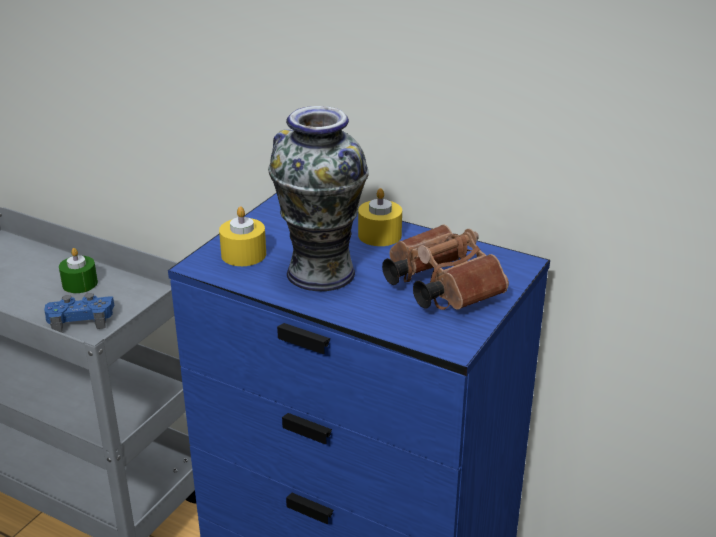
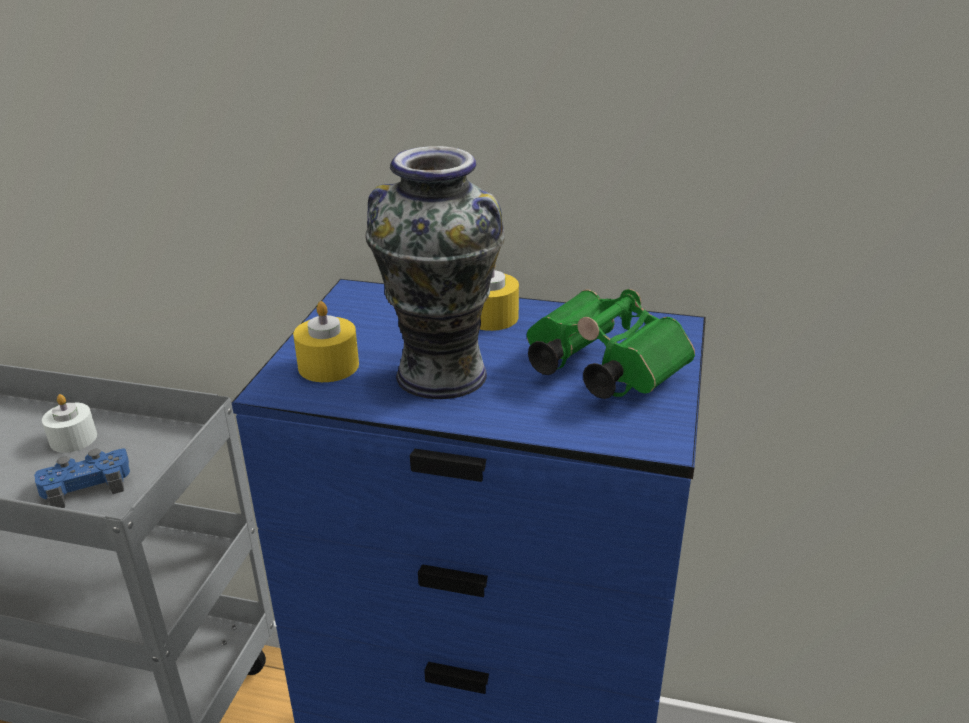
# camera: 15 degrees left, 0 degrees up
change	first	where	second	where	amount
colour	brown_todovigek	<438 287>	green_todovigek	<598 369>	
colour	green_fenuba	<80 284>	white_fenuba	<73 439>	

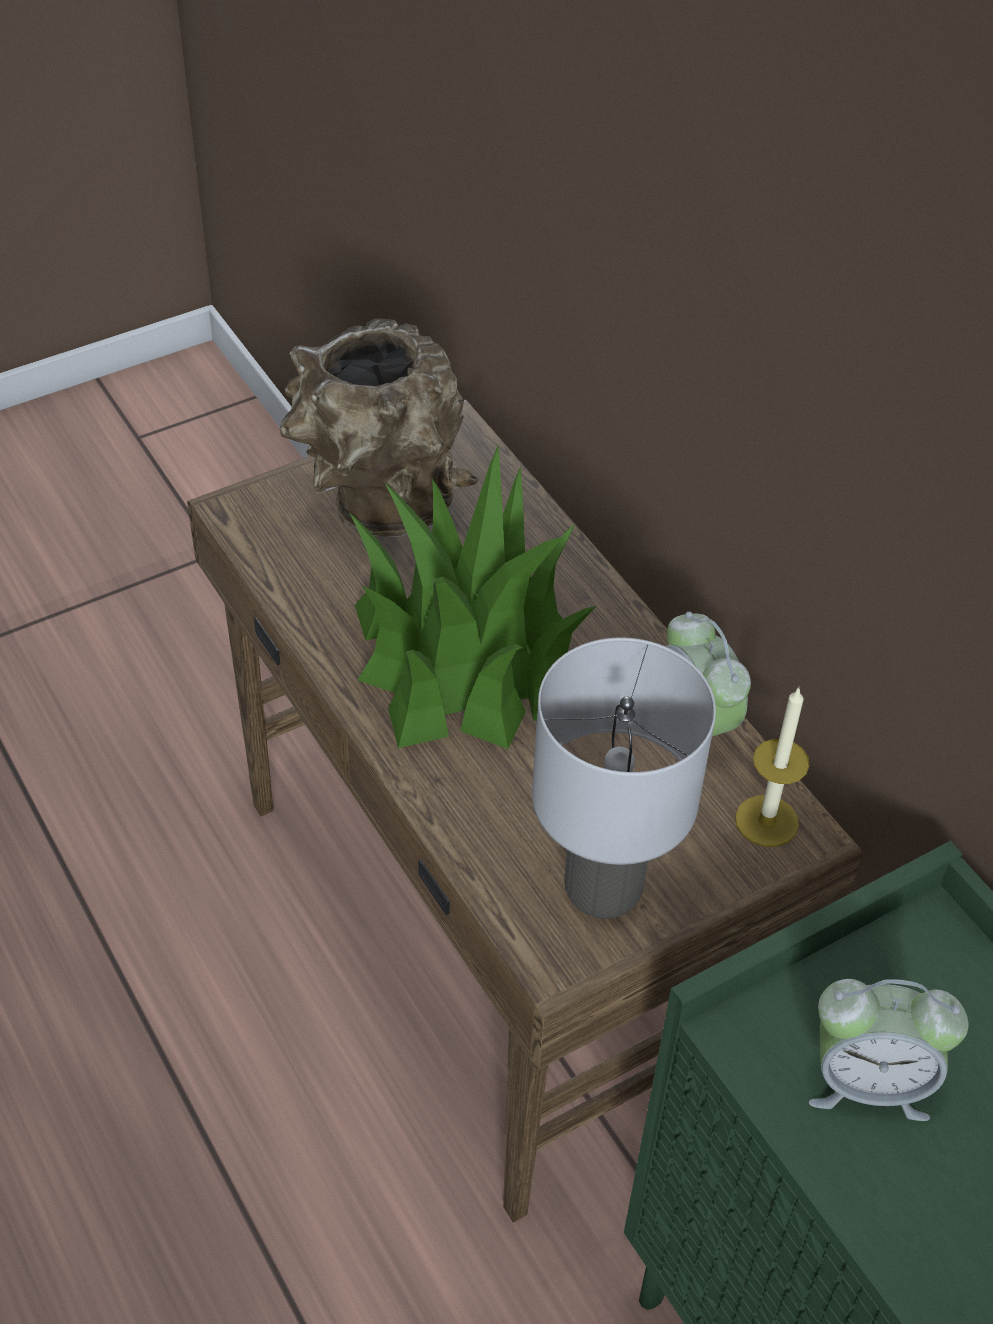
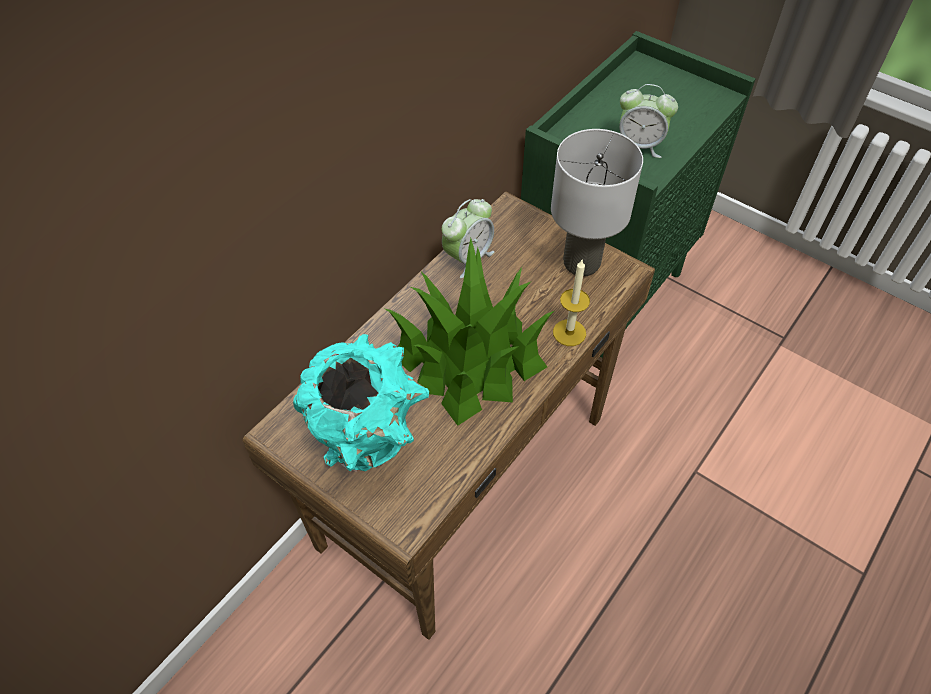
# camera: 110 degrees left, 5 degrees up
change	first	where	second	where	amount
colour	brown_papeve	<377 507>	turquoise_papeve	<369 446>	
relocated	fenuba	<766 821>		<569 332>	
spun	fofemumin	<868 1082>		<639 145>	120 degrees clockwise

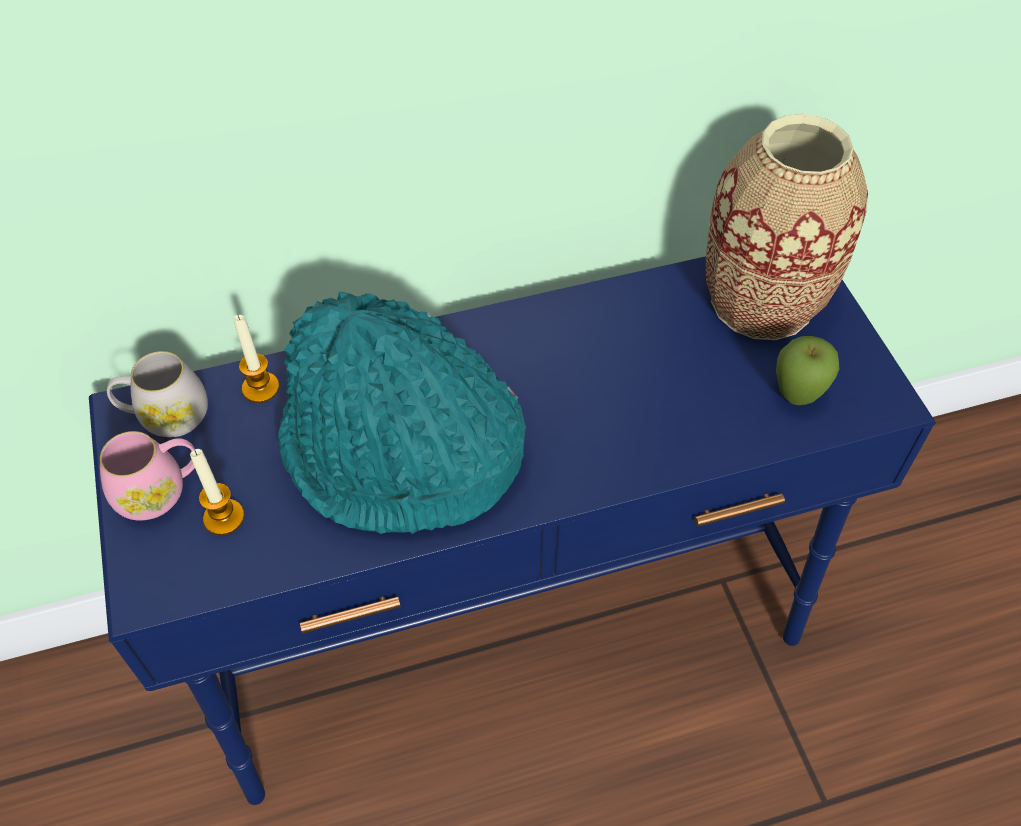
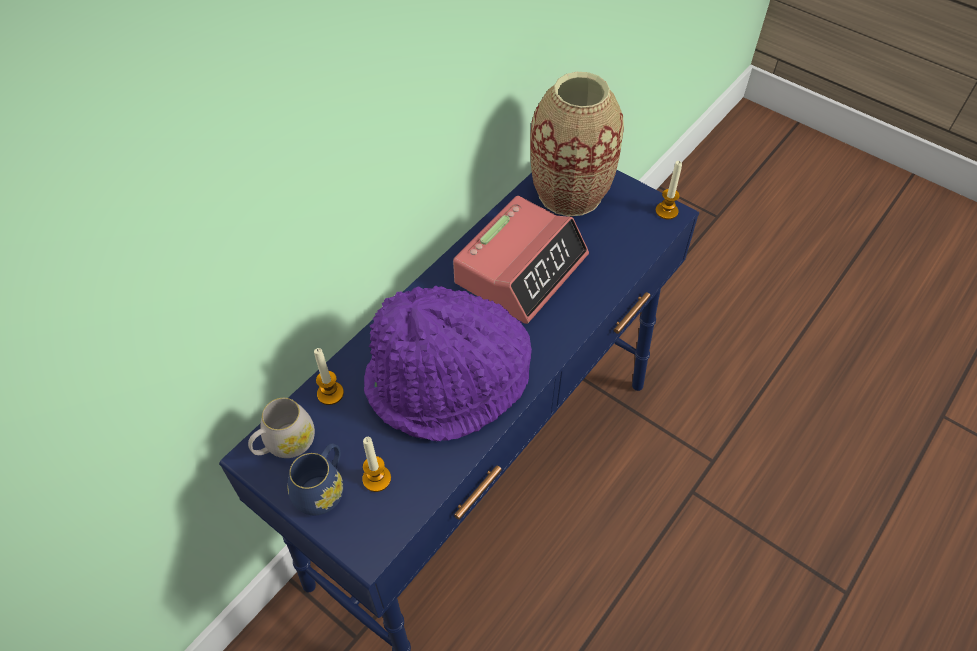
# camera: 35 degrees left, 0 degrees up
change	first	where	second	where	amount
colour	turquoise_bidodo	<400 455>	purple_bidodo	<448 383>	
missing	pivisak	<796 397>			
colour	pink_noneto	<160 491>	blue_noneto	<323 488>	
appeared			fenuba	<666 211>	
appeared			fofemumin	<521 269>	

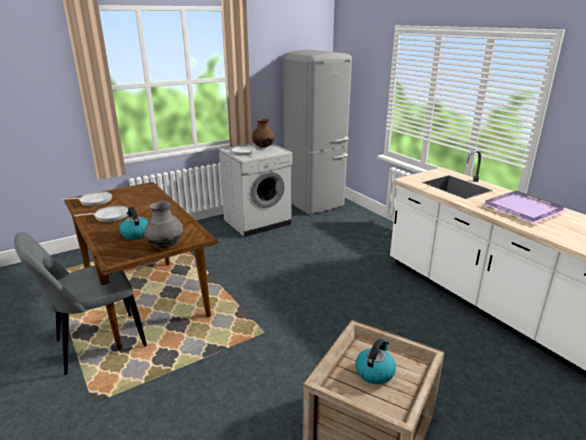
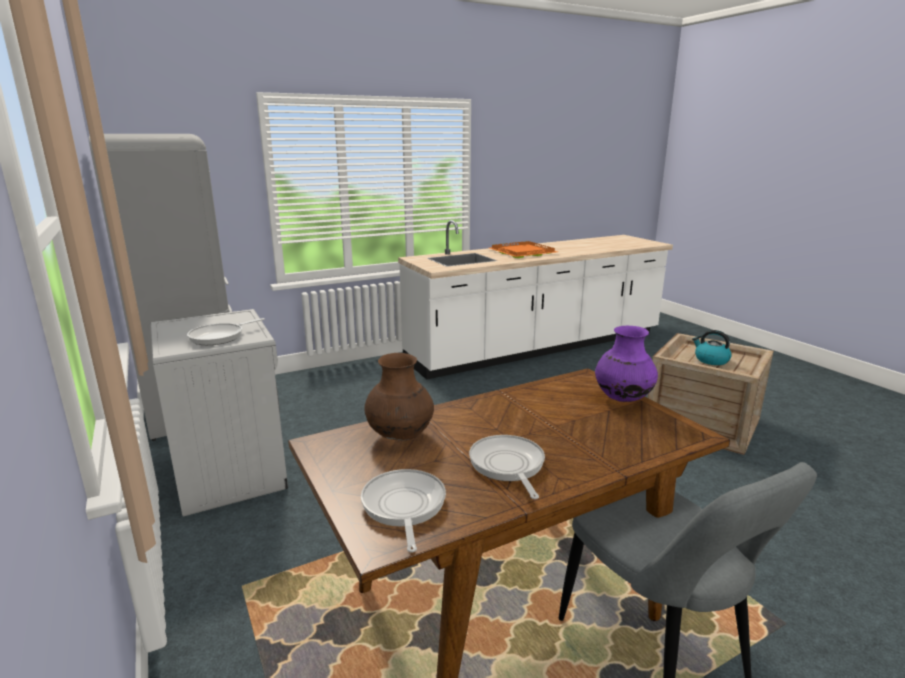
# camera: 85 degrees left, 5 degrees down
change	first	where	second	where	amount
relocated	brown_papeve	<263 147>		<400 436>	
colour	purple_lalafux	<521 209>	orange_lalafux	<522 252>	
colour	grey_papeve	<166 245>	purple_papeve	<622 398>	
missing	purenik	<135 234>			

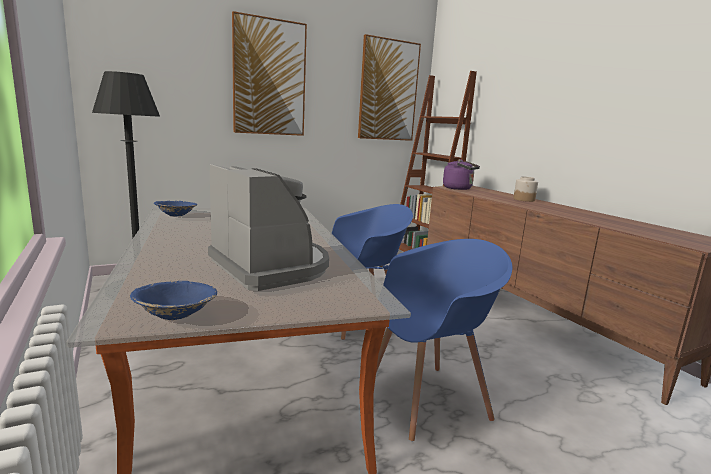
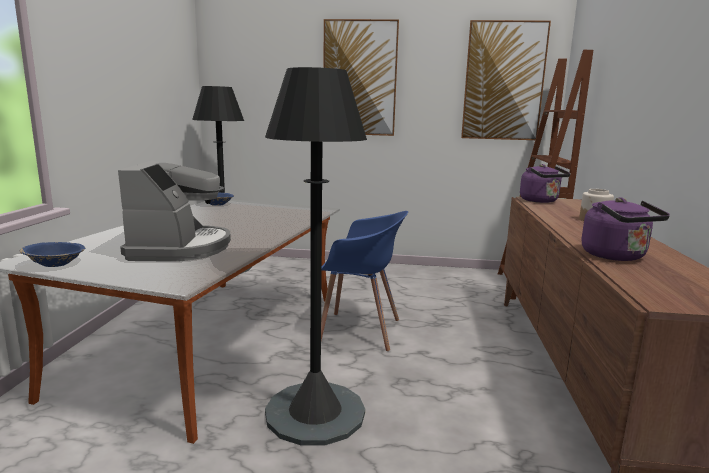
# camera: 35 degrees right, 0 degrees up
change	first	where	second	where	amount
exchanged	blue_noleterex	<428 401>	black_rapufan	<315 413>	
appeared			purple_purenik	<616 256>	

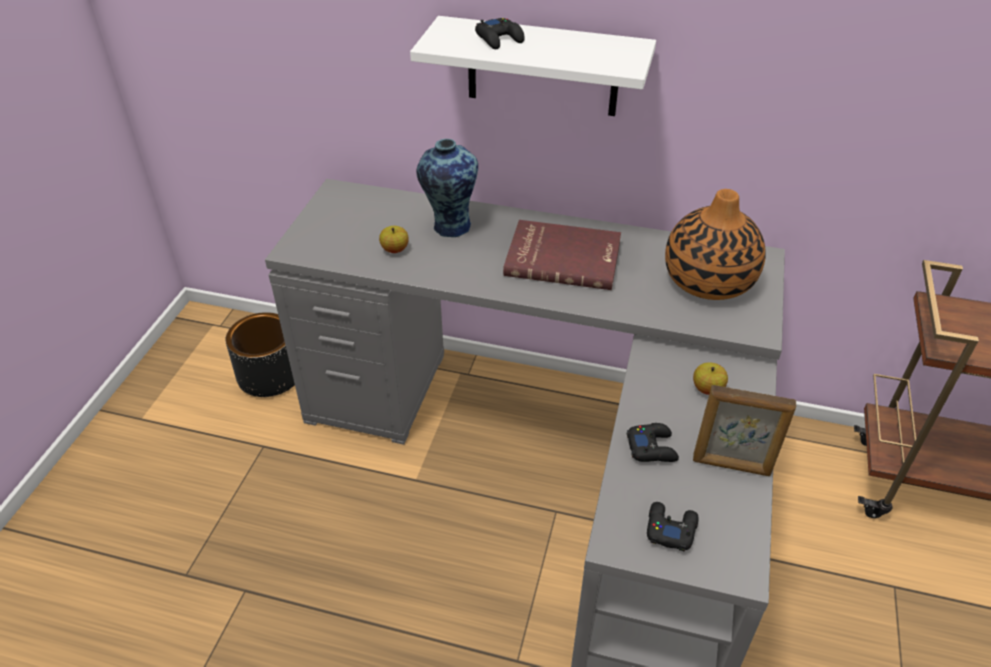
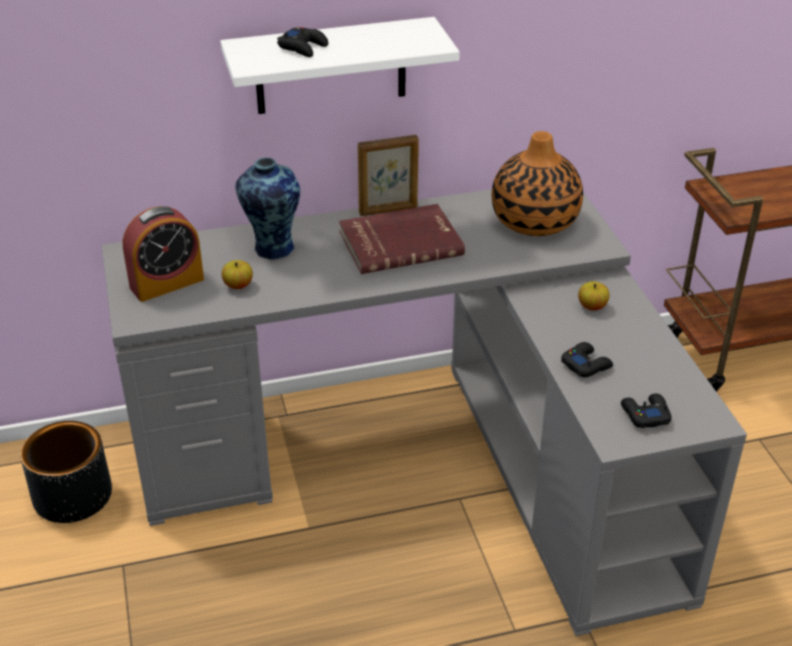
# camera: 30 degrees left, 5 degrees down
change	first	where	second	where	amount
relocated	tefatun	<731 466>		<388 210>	
appeared			fofemumin	<167 283>	

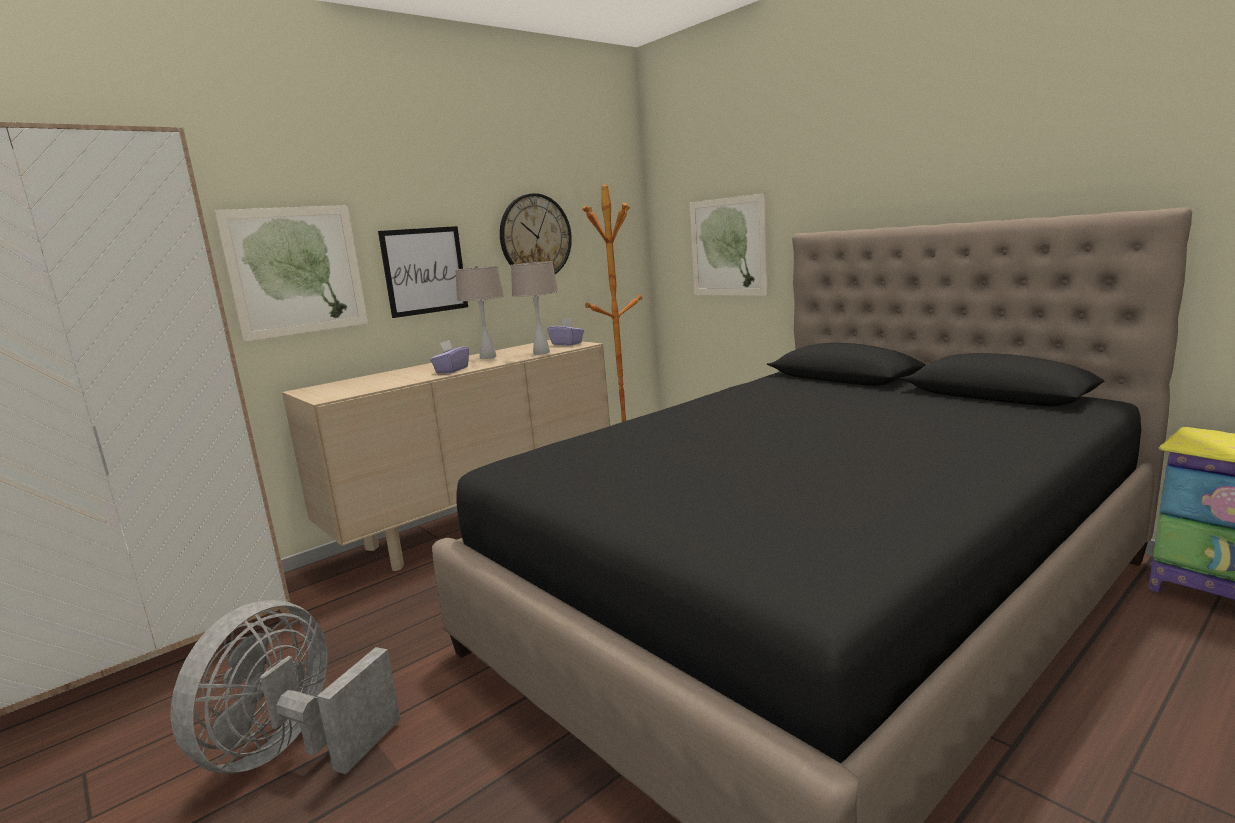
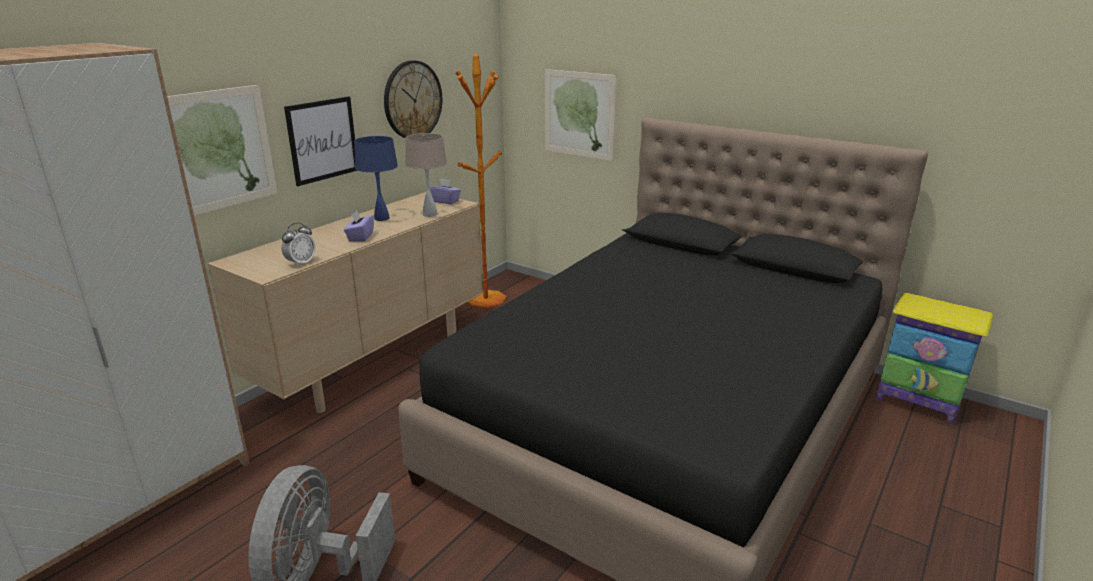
# camera: 15 degrees left, 10 degrees up
change	first	where	second	where	amount
colour	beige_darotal	<488 357>	blue_darotal	<382 218>	
appeared			fofemumin	<301 263>	

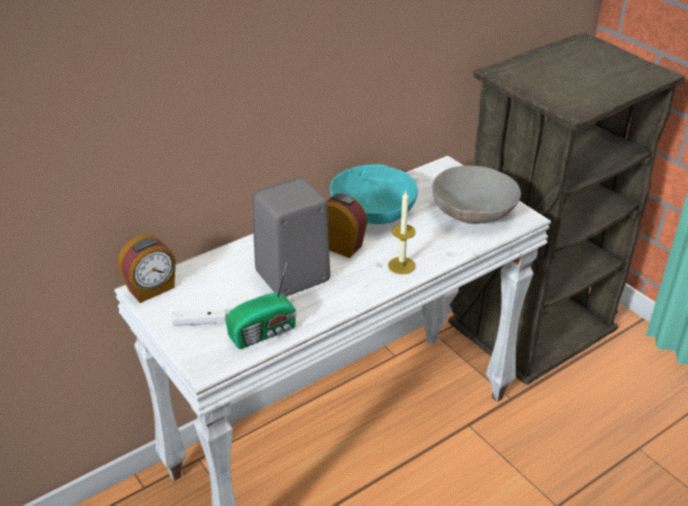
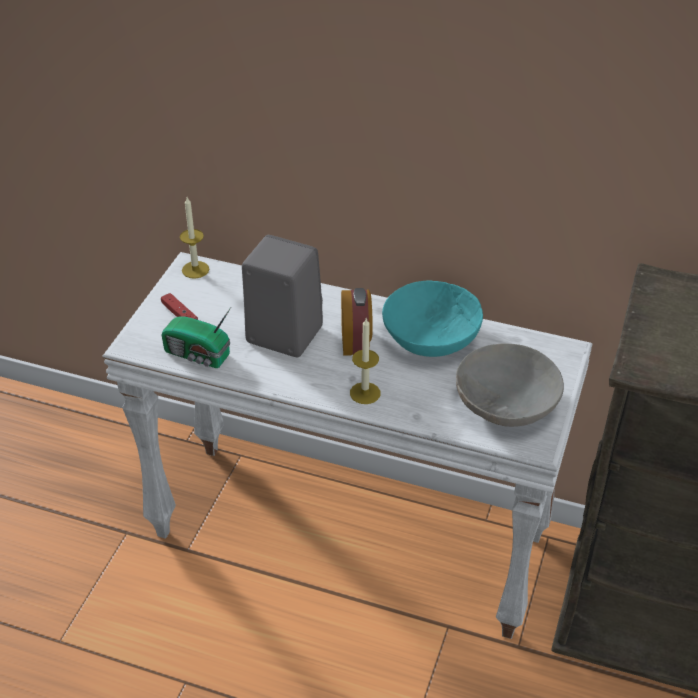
# camera: 55 degrees right, 5 degrees up
change	first	where	second	where	amount
exchanged	fofemumin	<152 289>	fenuba	<195 269>	
colour	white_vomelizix	<200 322>	red_vomelizix	<180 315>	

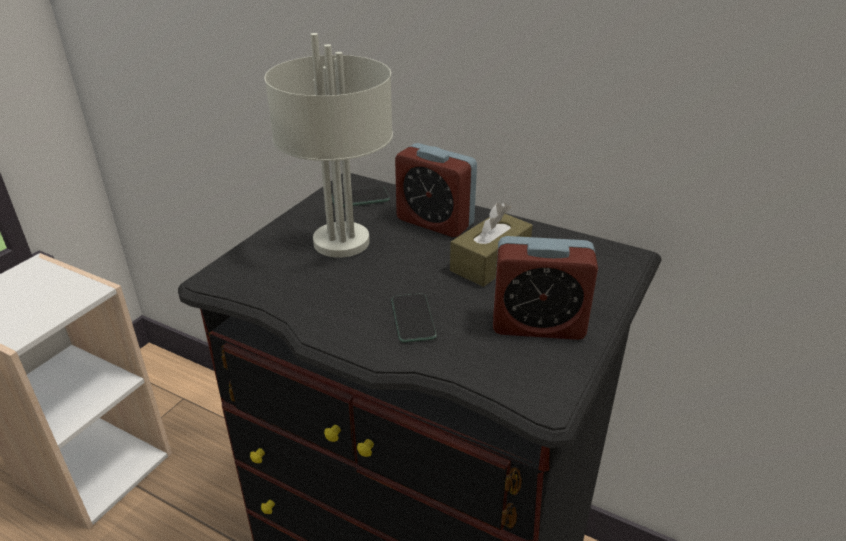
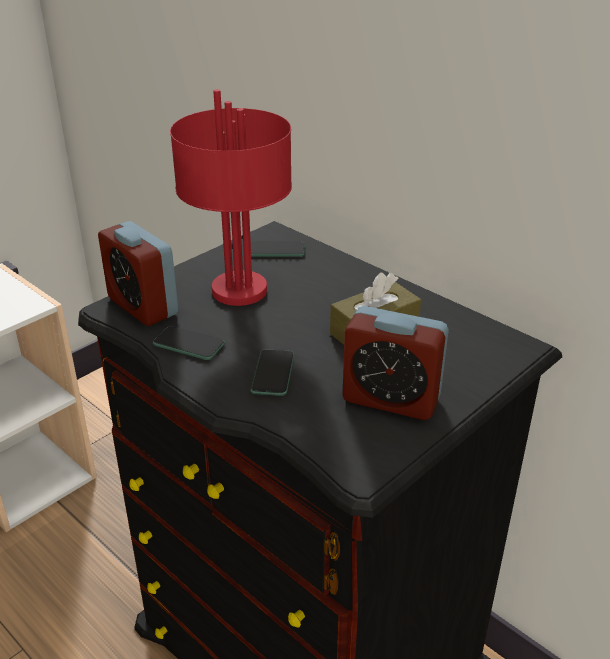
# camera: 15 degrees right, 0 degrees up
change	first	where	second	where	amount
colour	grey_darotal	<341 241>	red_darotal	<239 290>	
relocated	fofemumin	<435 222>		<143 306>	
appeared			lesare	<189 344>	

